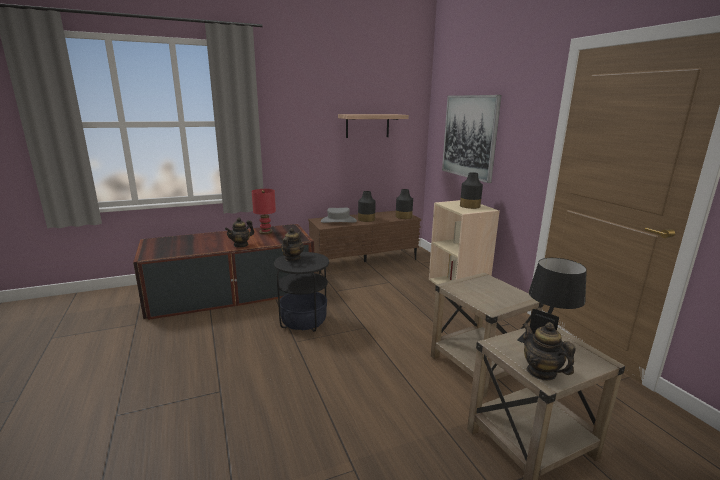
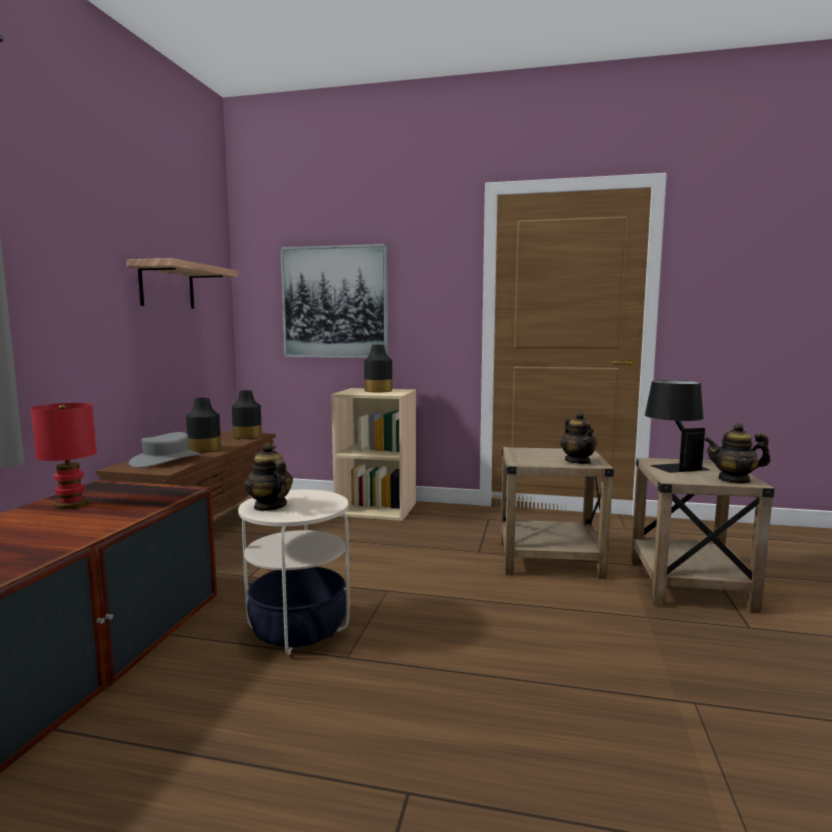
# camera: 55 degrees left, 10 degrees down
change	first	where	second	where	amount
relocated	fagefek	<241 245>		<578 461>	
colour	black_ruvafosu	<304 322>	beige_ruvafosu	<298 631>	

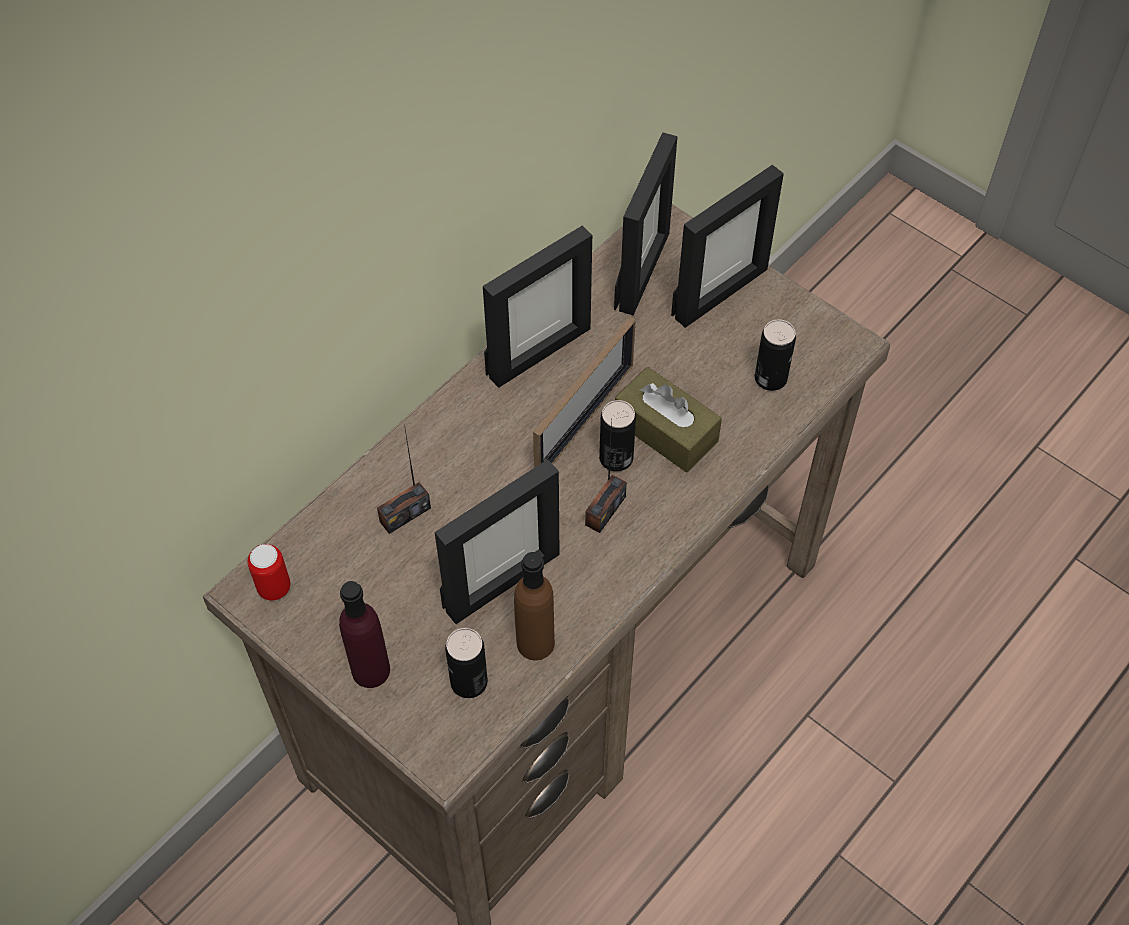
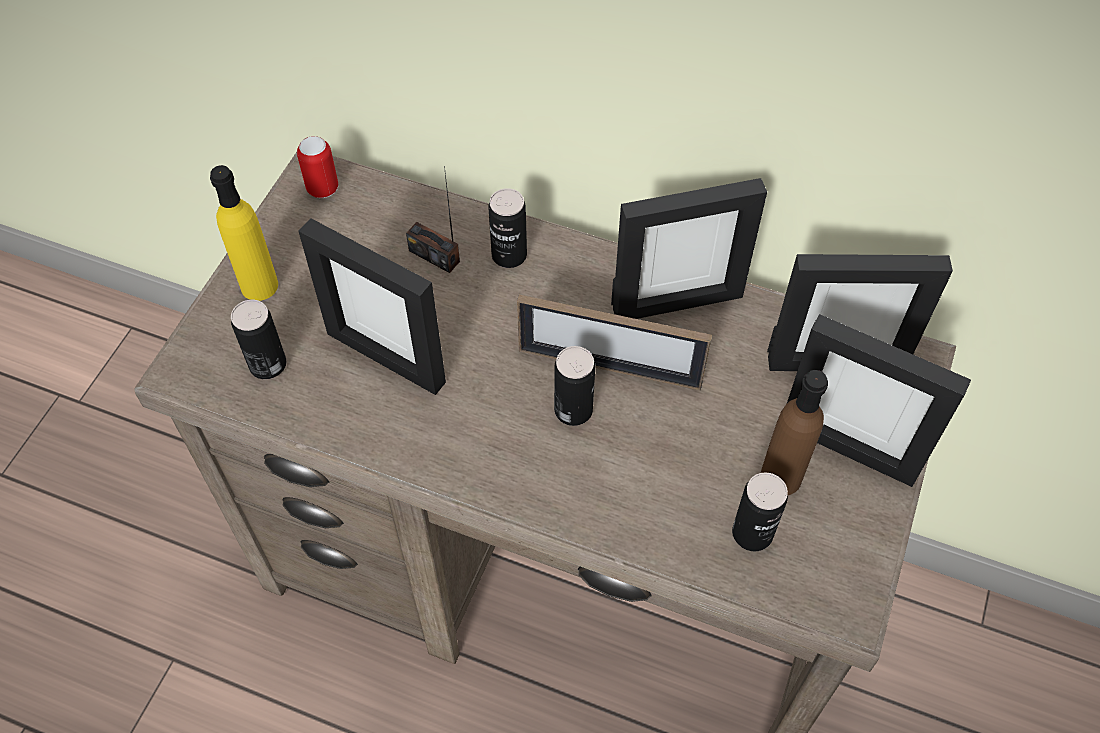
# camera: 70 degrees right, 0 degrees up
change	first	where	second	where	amount
spun	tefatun	<538 351>		<677 301>	45 degrees counterclockwise
missing	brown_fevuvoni	<665 431>			
missing	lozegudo	<605 510>			
relocated	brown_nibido	<535 643>		<781 477>	
colour	purple_nibido	<371 670>	yellow_nibido	<259 285>	
appeared			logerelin	<509 255>	

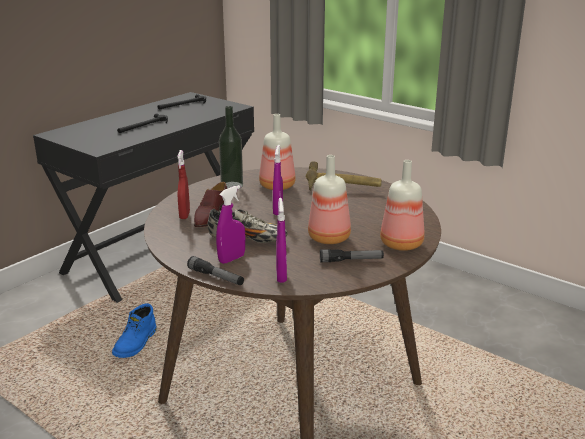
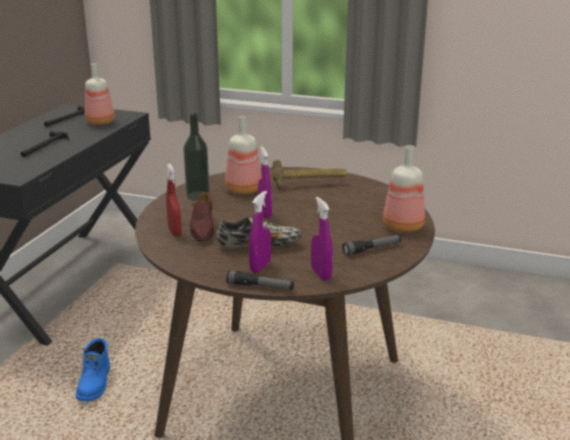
# camera: 20 degrees left, 0 degrees up
change	first	where	second	where	amount
relocated	nibido	<330 238>		<101 122>	

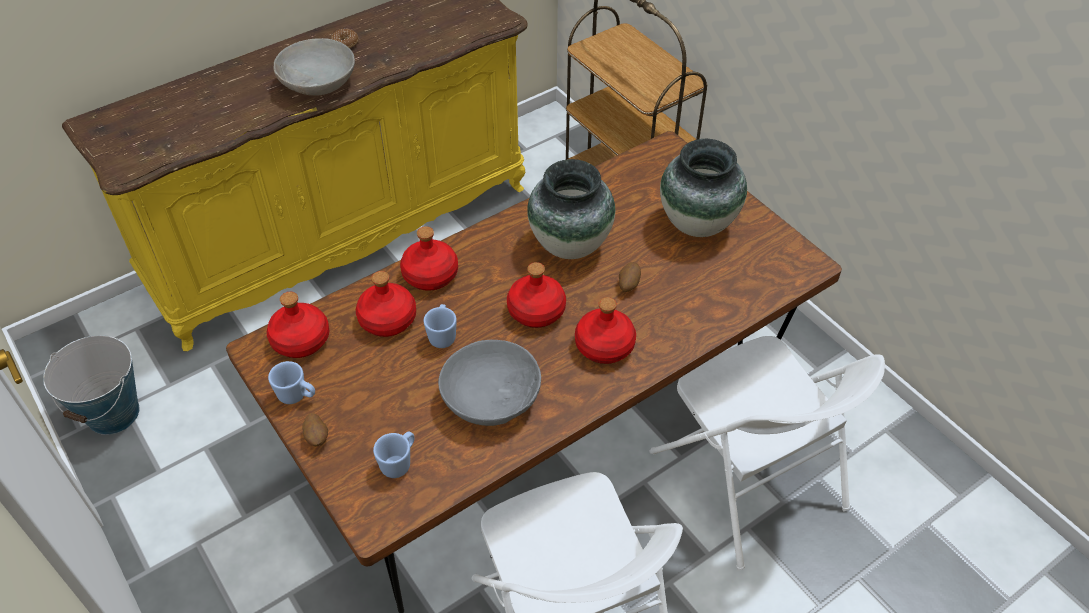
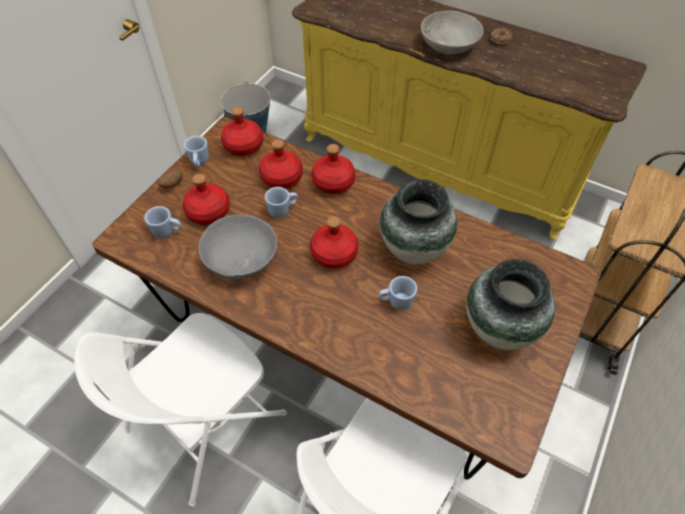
# camera: 65 degrees right, 5 degrees up
change	first	where	second	where	amount
exchanged	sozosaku	<628 284>	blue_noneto	<396 302>	
relocated	red_nibido	<604 345>		<209 211>	

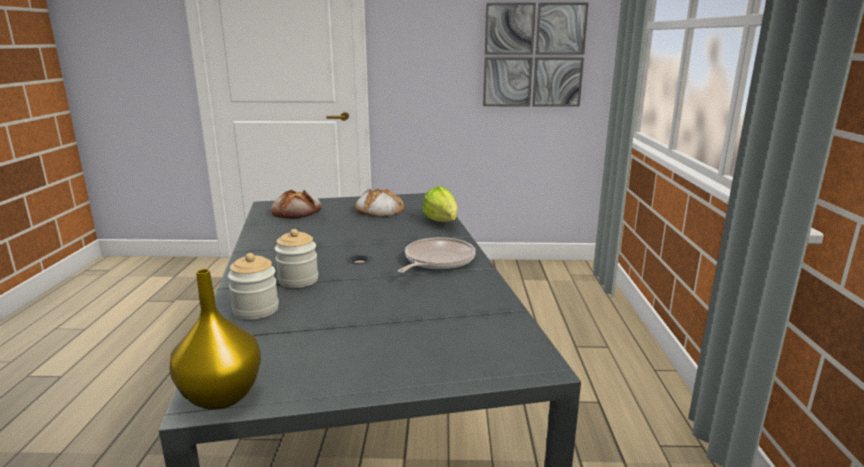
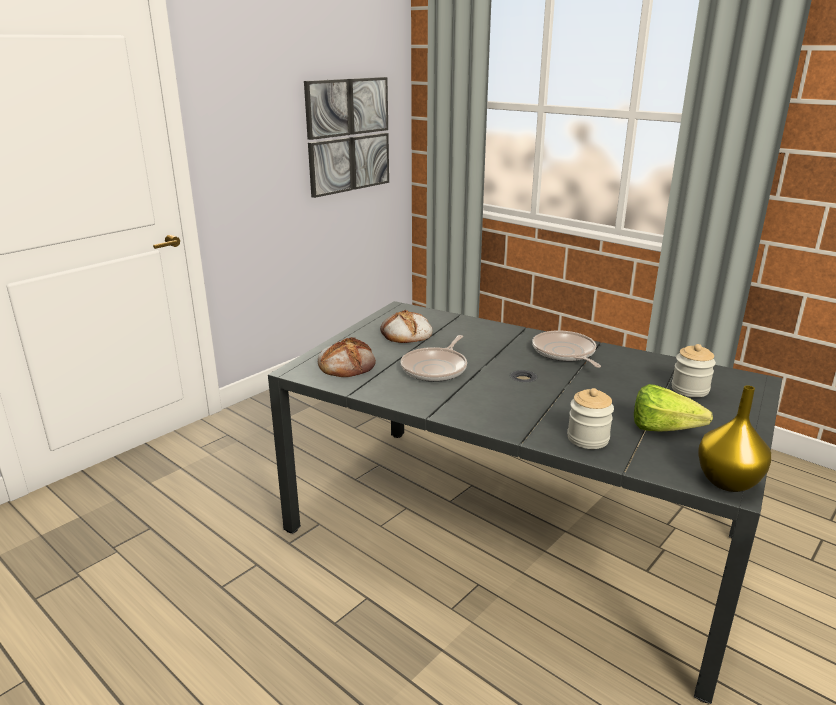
# camera: 50 degrees left, 5 degrees up
change	first	where	second	where	amount
relocated	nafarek	<442 224>		<669 431>	
relocated	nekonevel	<298 280>		<690 389>	
appeared			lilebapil	<436 368>	

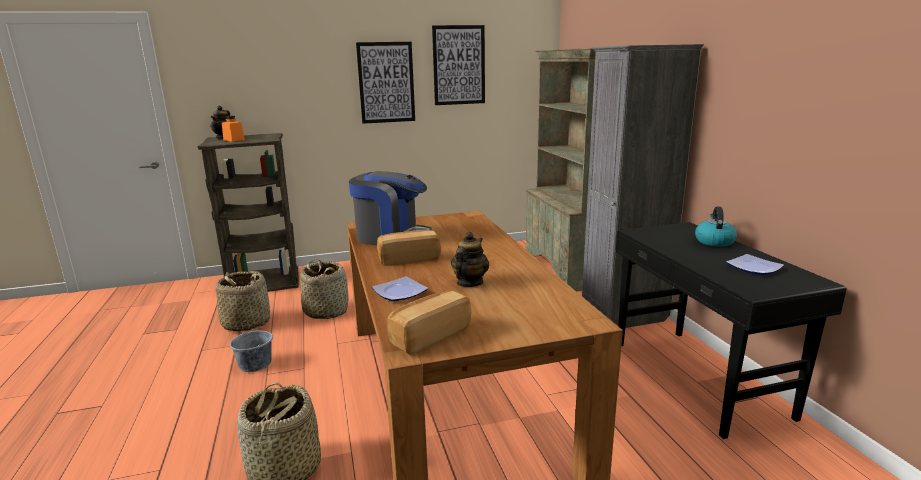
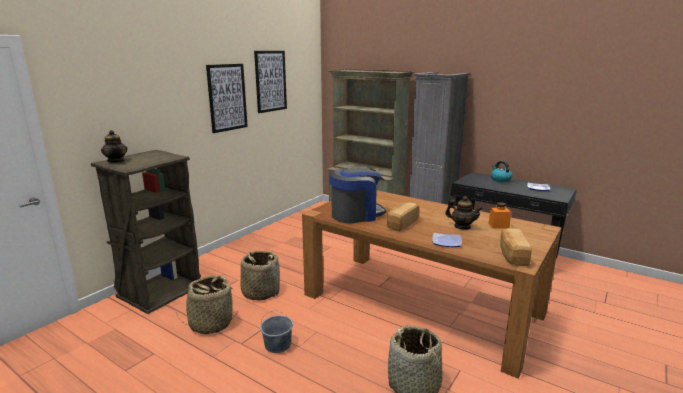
# camera: 40 degrees left, 0 degrees up
change	first	where	second	where	amount
relocated	orange_nekonevel	<234 140>		<498 225>	
spun	fagefek	<469 282>		<462 227>	135 degrees clockwise

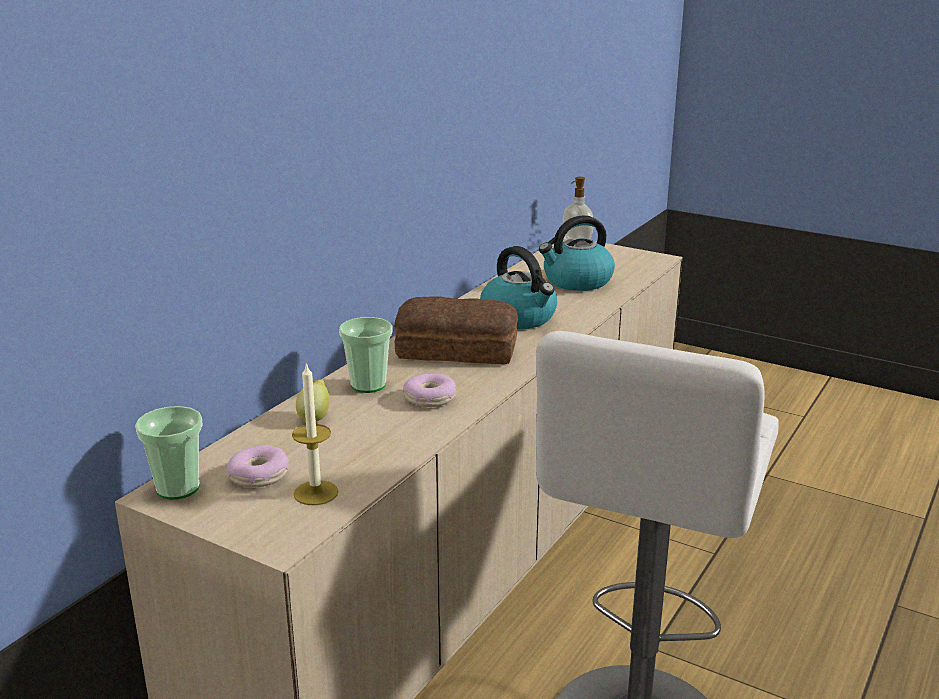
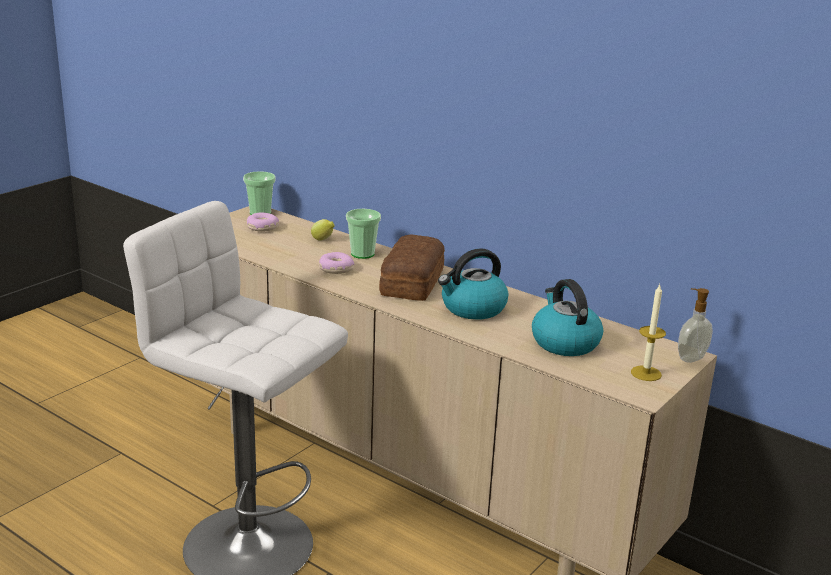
# camera: 95 degrees right, 0 degrees up
change	first	where	second	where	amount
relocated	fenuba	<316 493>		<646 373>	

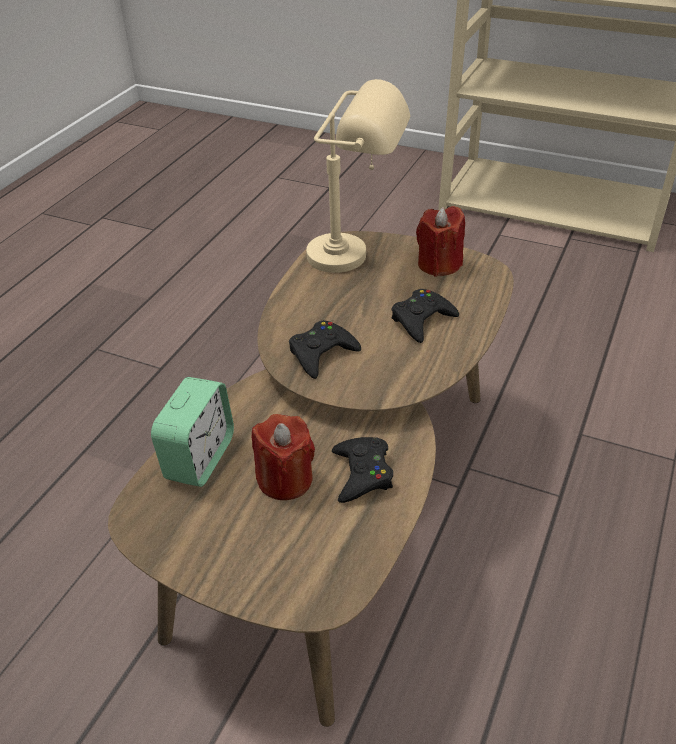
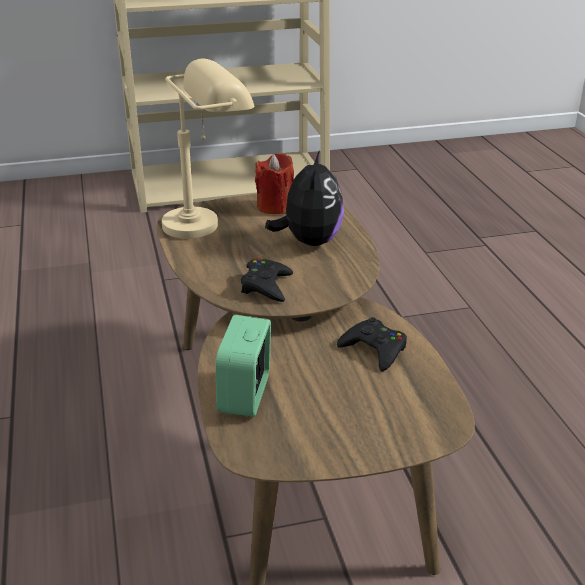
# camera: 40 degrees left, 10 degrees down
change	first	where	second	where	amount
exchanged	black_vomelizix	<422 320>	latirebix	<309 241>	
spun	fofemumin	<200 458>		<245 395>	150 degrees counterclockwise
missing	red_fenuba	<285 479>			

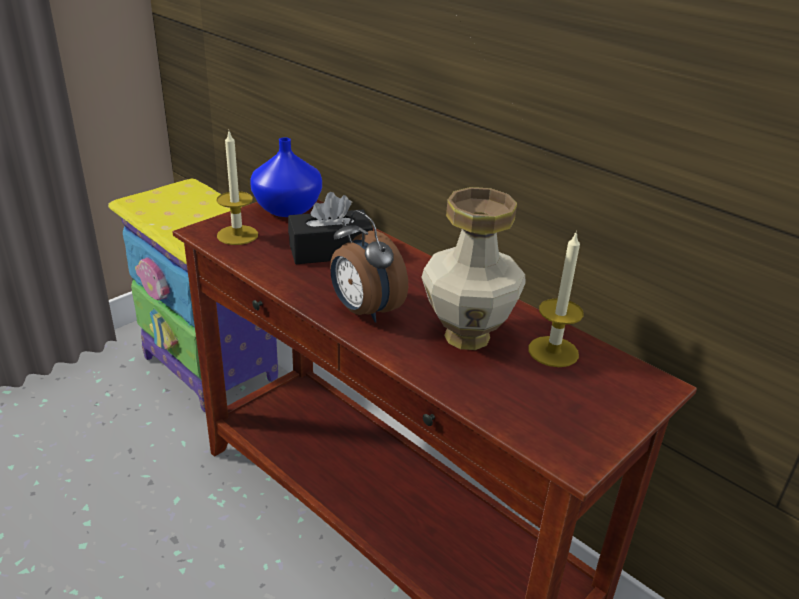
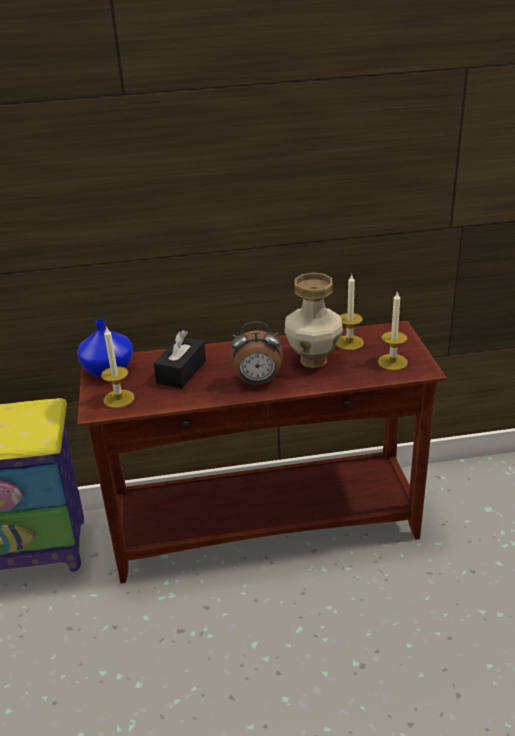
# camera: 50 degrees left, 0 degrees up
change	first	where	second	where	amount
appeared			fenuba	<392 362>	

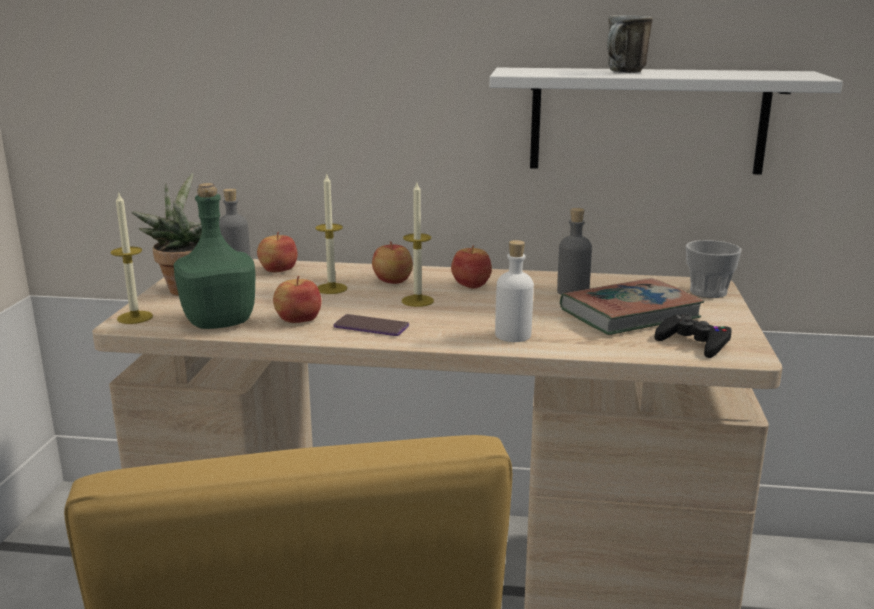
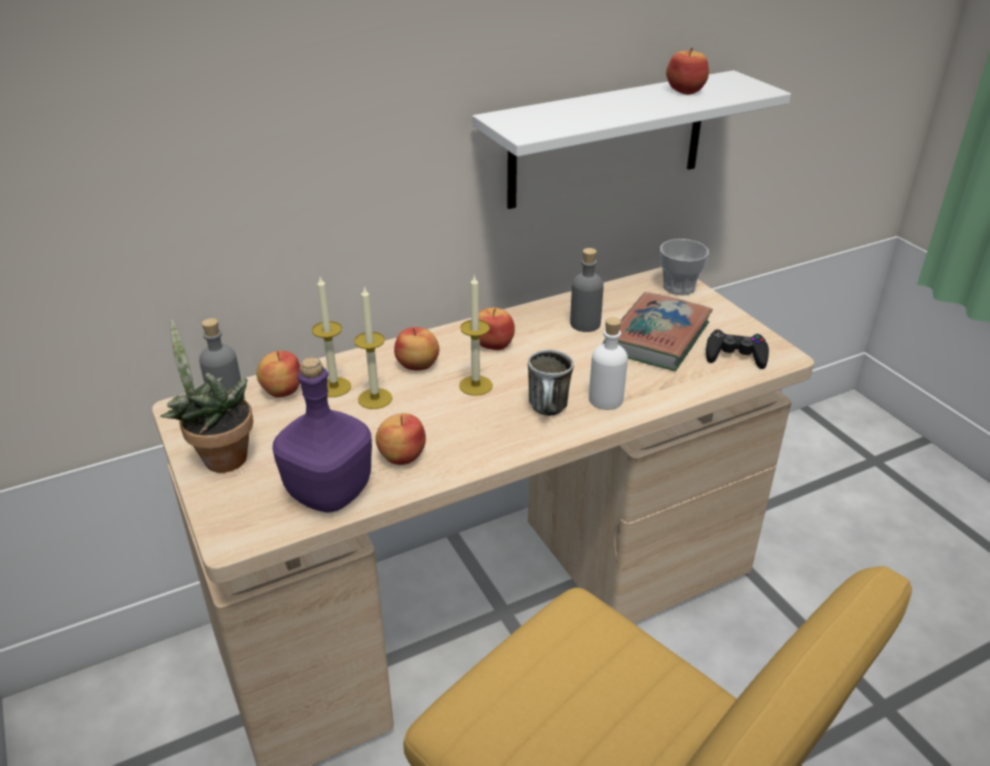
# camera: 35 degrees left, 15 degrees up
change	first	where	second	where	amount
relocated	noneto	<624 72>		<549 411>	
colour	green_nibido	<221 321>	purple_nibido	<330 491>	
relocated	fenuba	<135 317>		<334 387>	
missing	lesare	<371 327>			
appeared			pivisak	<686 90>	

